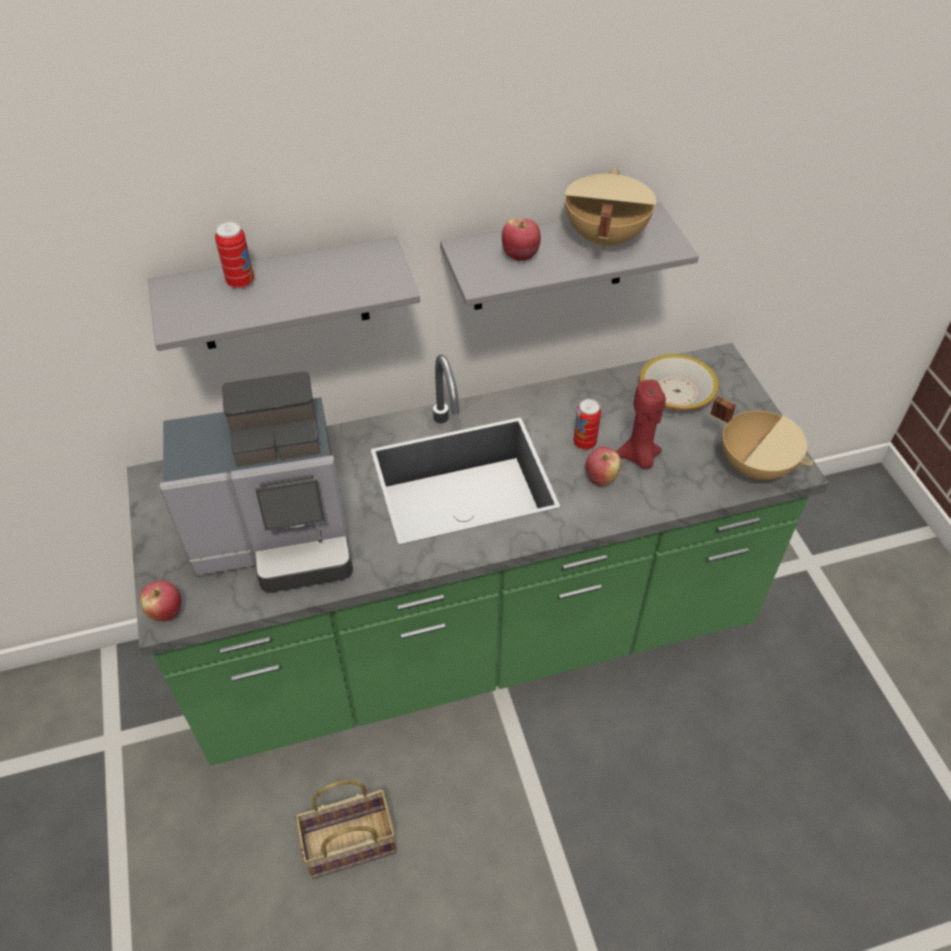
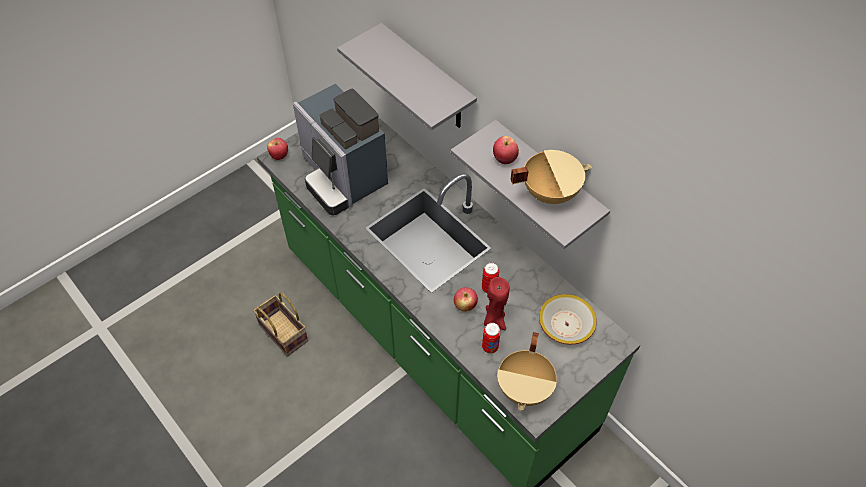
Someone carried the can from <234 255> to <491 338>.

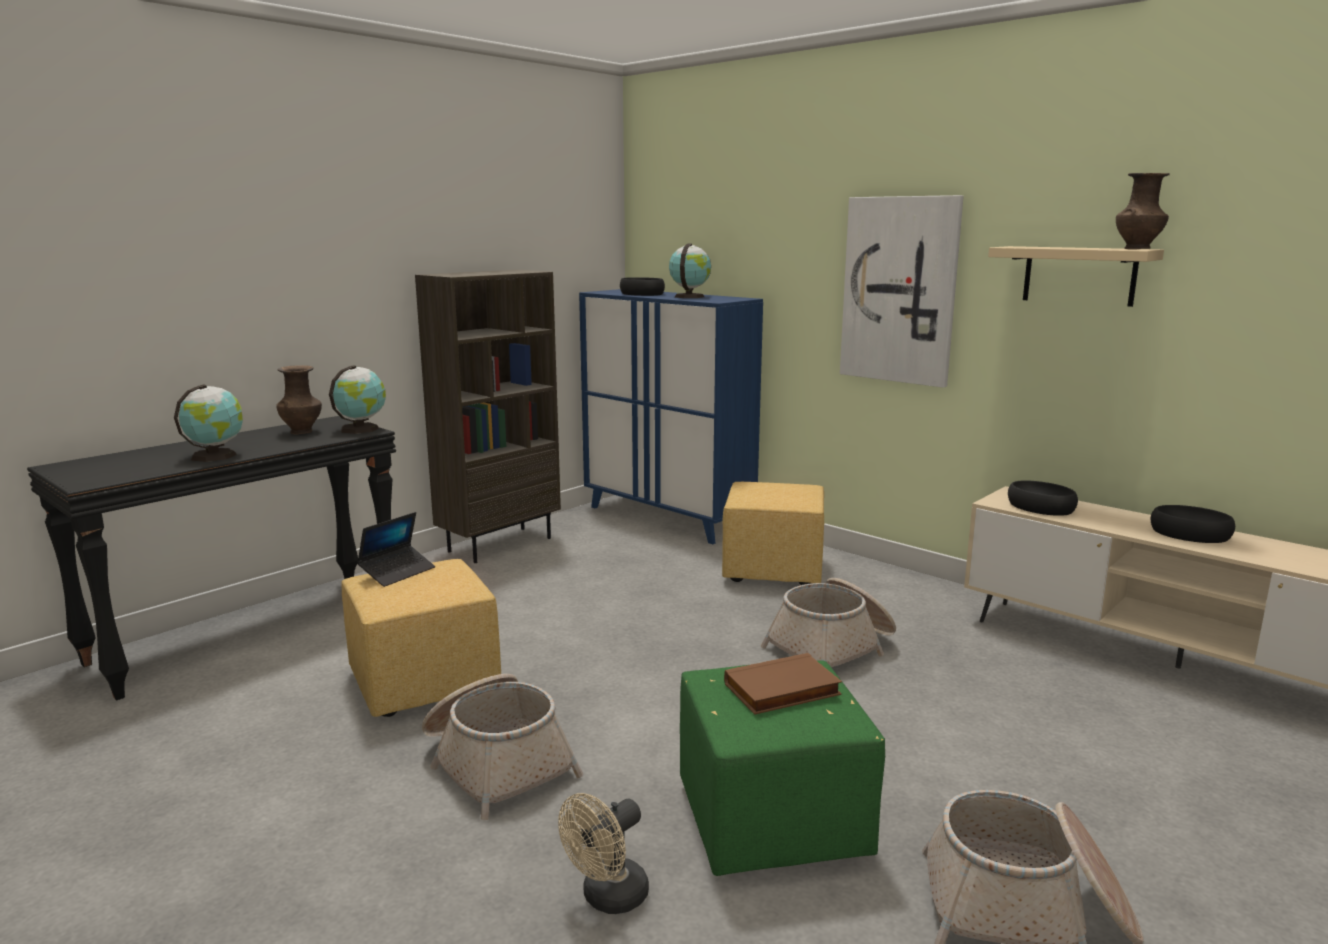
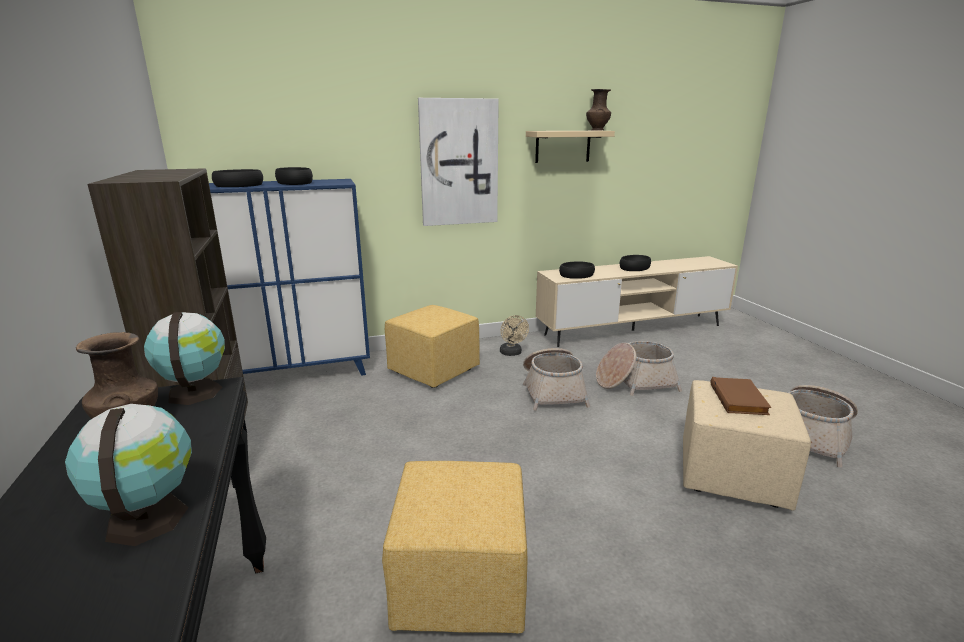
Someone swapped the globe at <690 270> for the black bowl at <294 176>.
Someone took away the laptop at <396 549>.
Someone repainted the green ottoman at <782 768>, which became the beige ottoman at <747 445>.
Someone carried the basket from <502 747> to <639 368>.
Someone carried the beige fan from <603 853> to <514 335>.

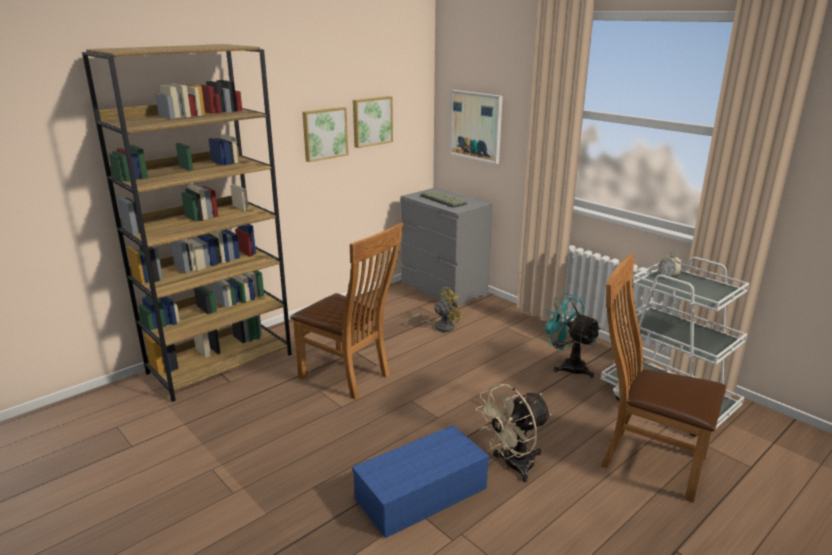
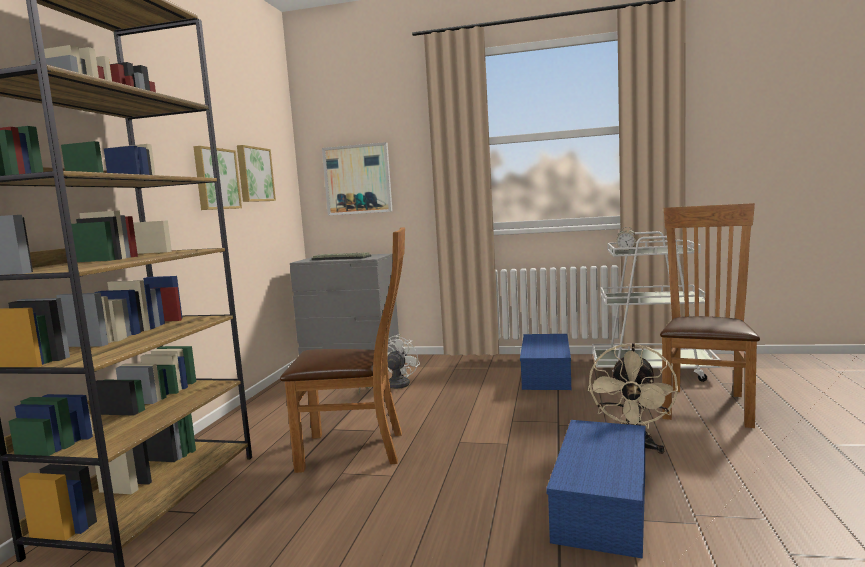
Someone rotated the brown chair at <663 378> by 120 degrees clockwise.
Someone repainted the yellow fan at <435 309>, which became the white fan at <389 363>.
Someone swapped the turquoise fan at <571 335> for the blue storage box at <545 362>.

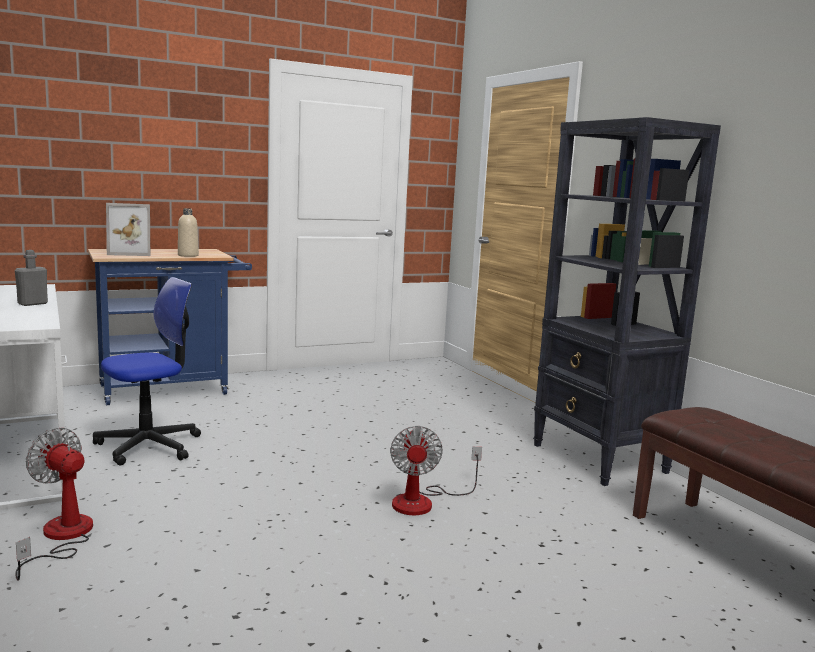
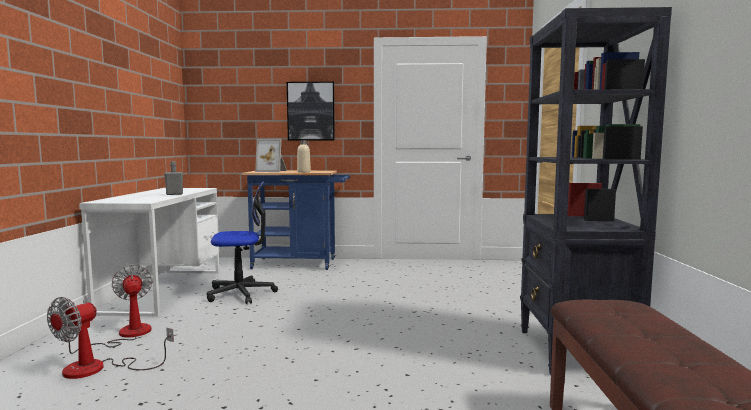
Someone carried the fan from <436 470> to <110 338>.
Someone put up the picture at <311 111>.

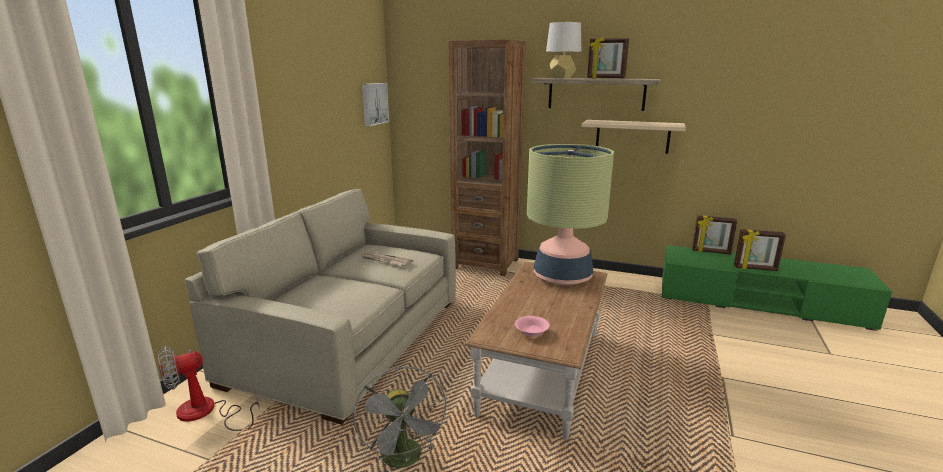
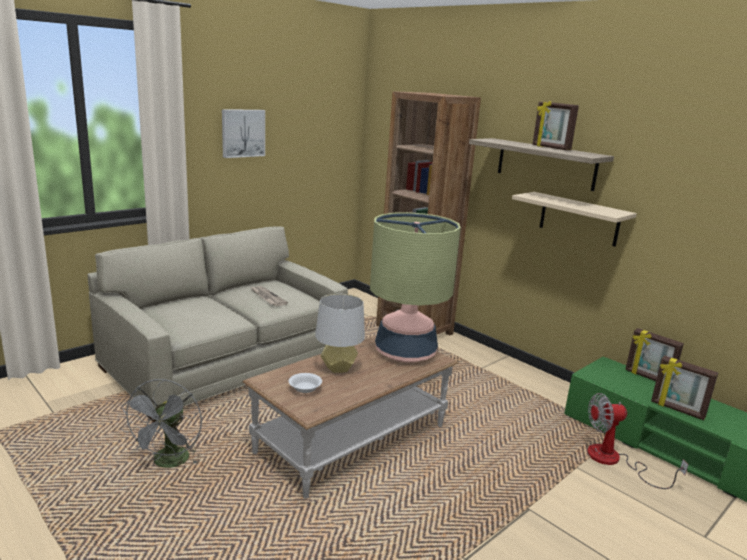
Someone carried the grey table lamp from <563 50> to <340 333>.
Someone carried the picture from <375 104> to <243 133>.
Someone repainted the pink bowl at <532 326>, which became the white bowl at <305 383>.
Someone carried the fan from <209 388> to <638 441>.

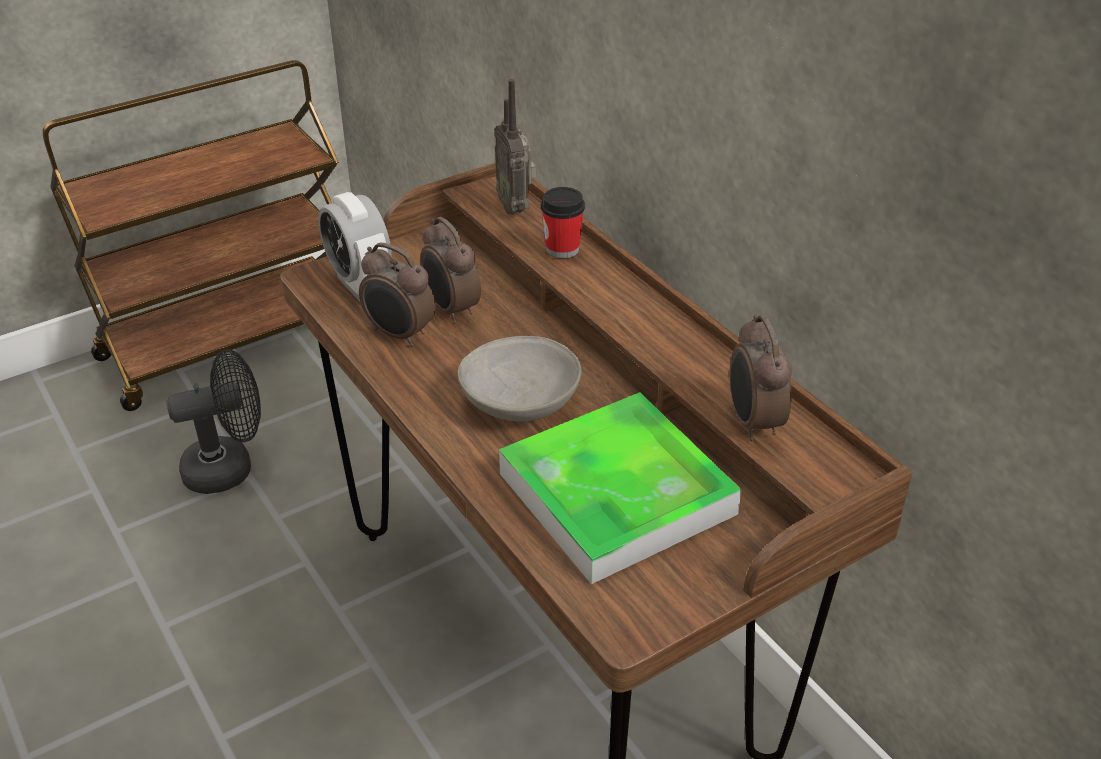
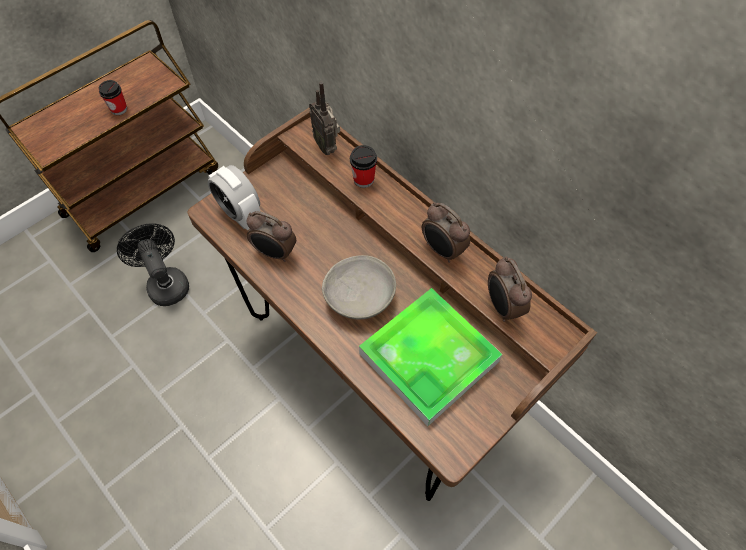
Someone carried the alarm clock from <450 270> to <446 232>.
Someone rotated the black fan at <213 421> by 90 degrees counterclockwise.
Someone put down the cup at <113 97>.

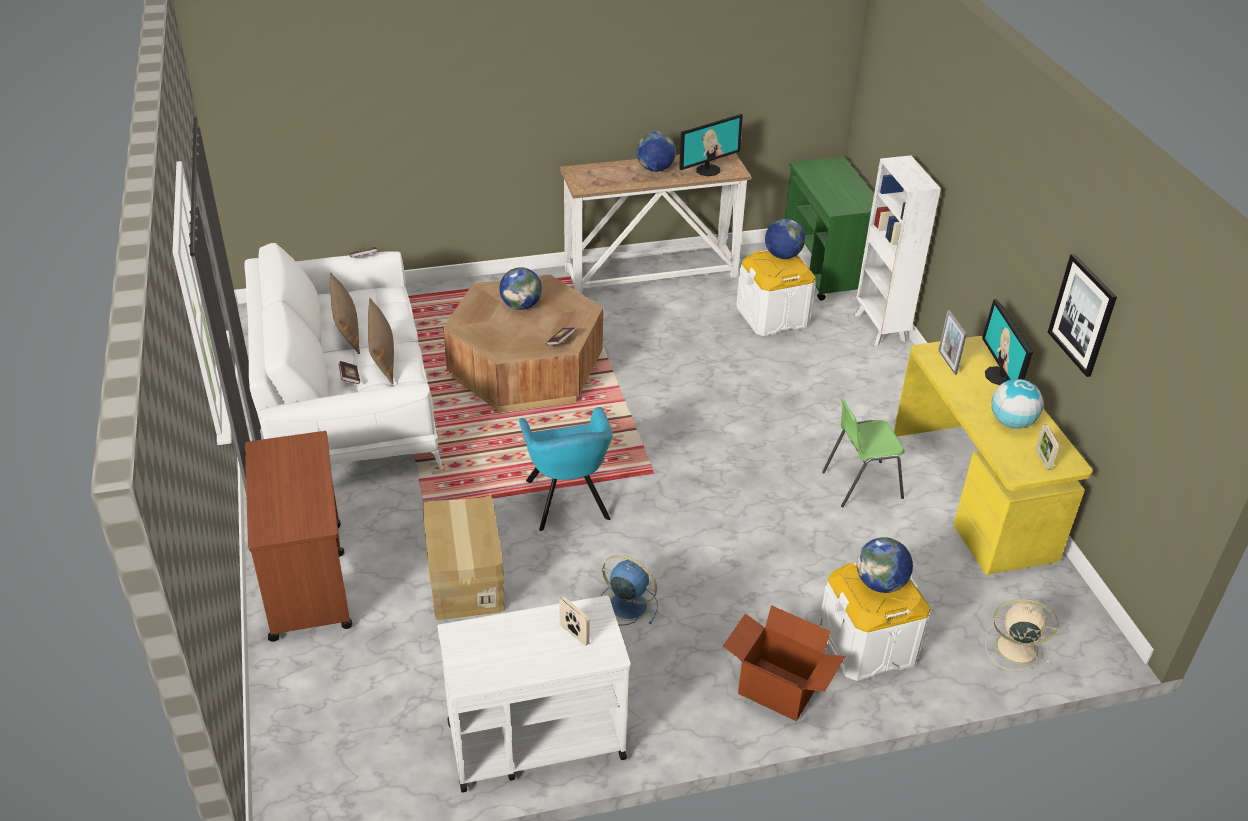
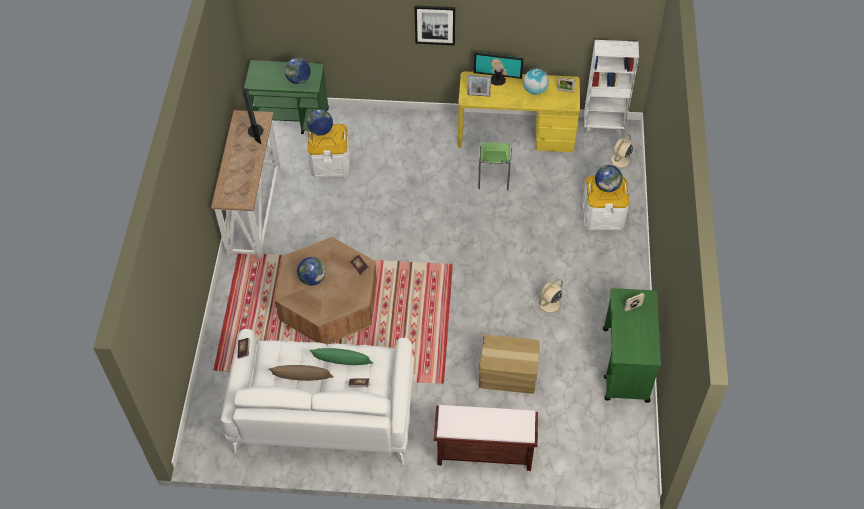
Someone carried the globe from <656 151> to <298 71>.
Someone carried the white bookcase from <897 250> to <611 88>.
Someone carried the picture from <1082 315> to <434 25>.
Someone repainted the brown pillow at <381 341>, which became the green pillow at <341 356>.
Someone took away the turquoise armchair at <566 469>.
Someone swapped the brown cart at <298 536> for the brown bench at <486 438>.
Someone repainted the blue fan at <629 590>, which became the beige fan at <549 299>.
Someone repainted the white cart at <534 693>, which became the green cart at <632 345>.
Someone took away the cardboard box at <784 663>.

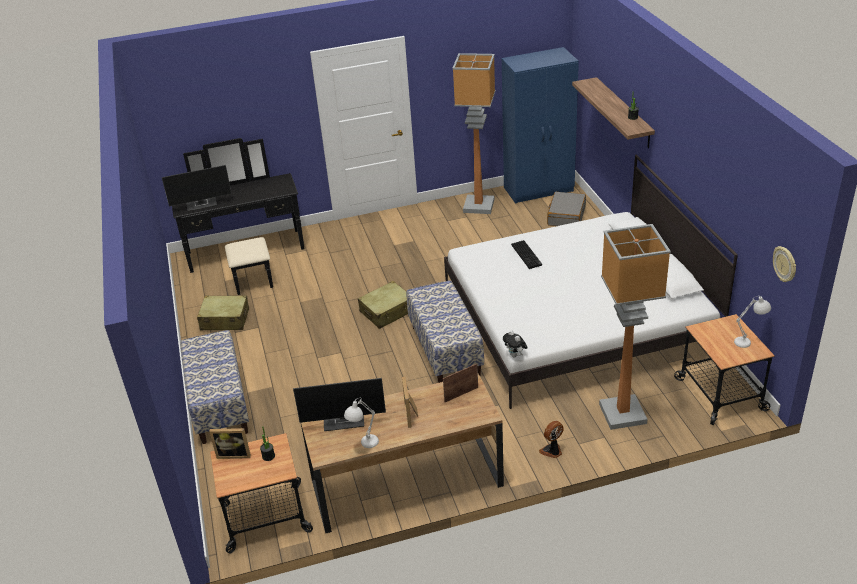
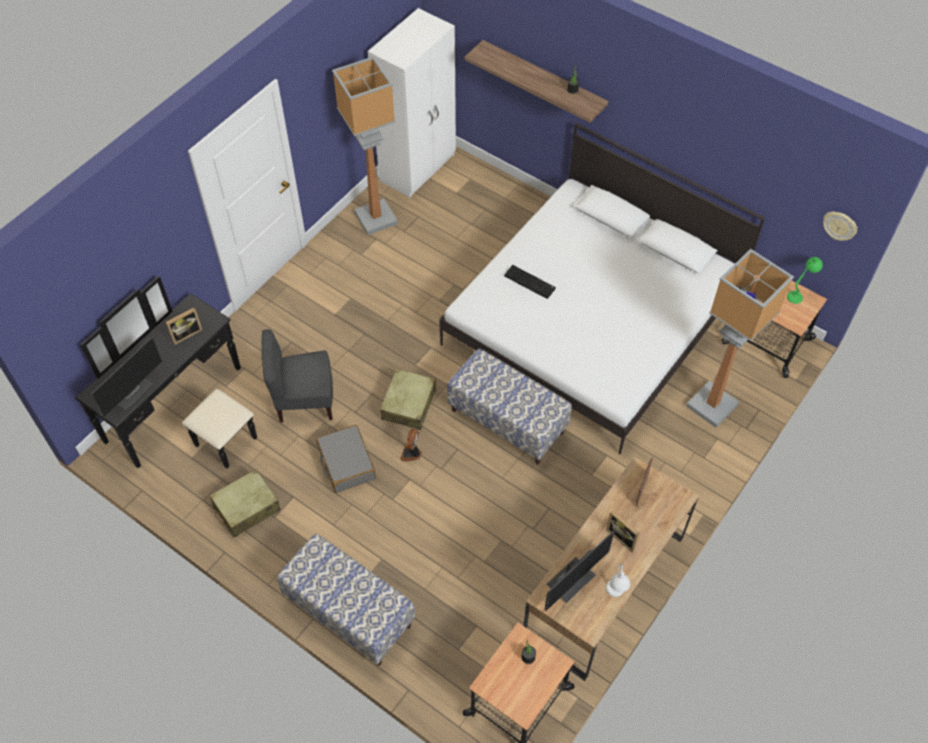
Someone repainted the blue wardrobe at <540 125>, which became the white wardrobe at <412 103>.
Someone carried the grey suitcase from <566 209> to <346 459>.
Someone repainted the white table lamp at <752 322>, which became the green table lamp at <805 280>.
Someone took away the plush toy at <515 344>.
Someone carried the fan from <551 439> to <411 445>.
Someone carried the picture frame from <230 443> to <184 326>.
Someone put down the grey chair at <297 376>.

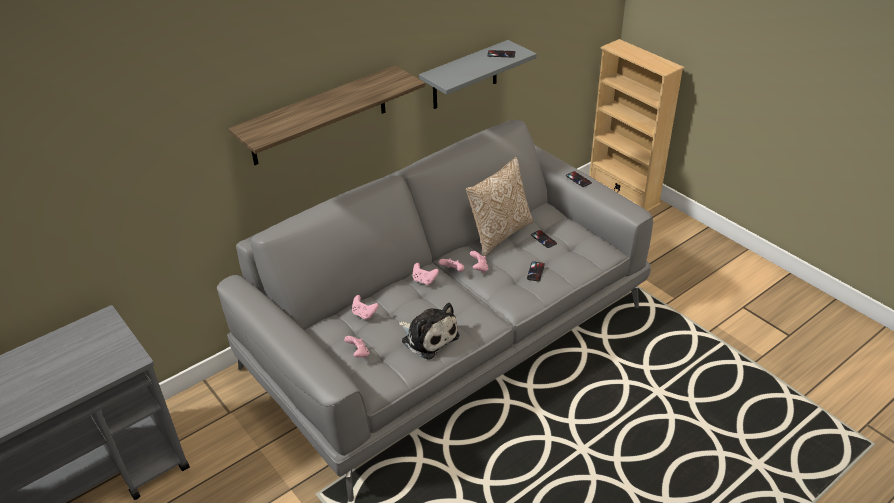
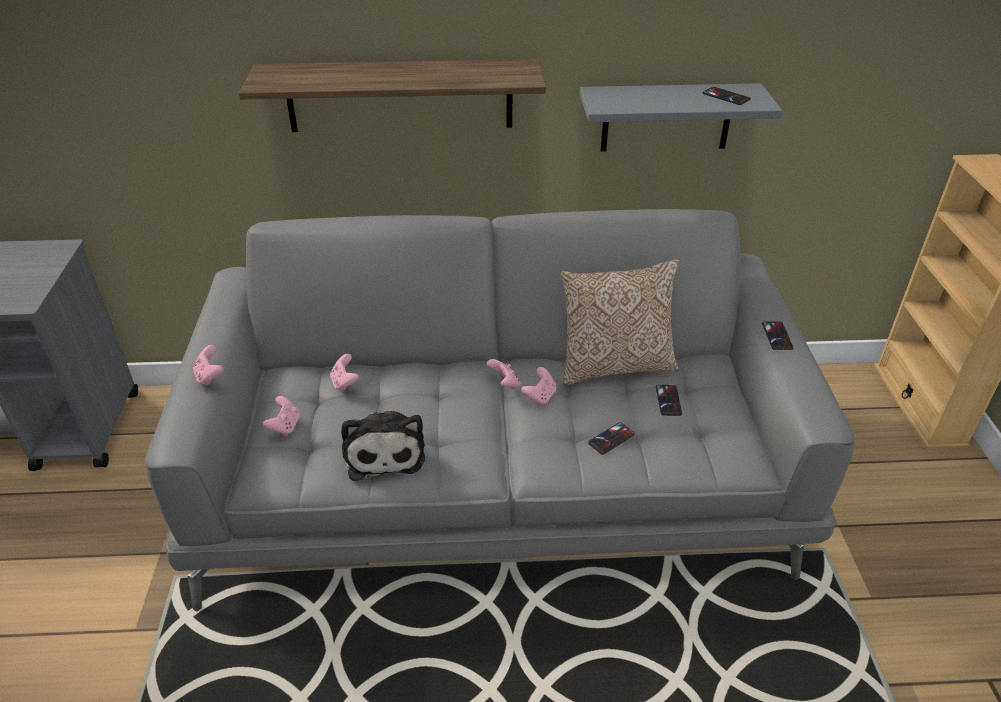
Someone carried the pink game controller from <426 274> to <208 365>.

